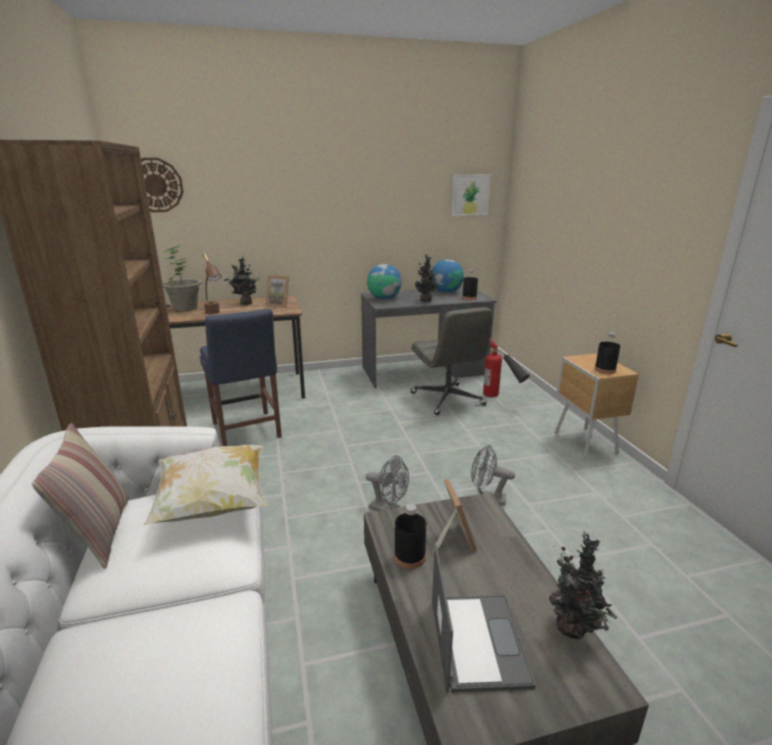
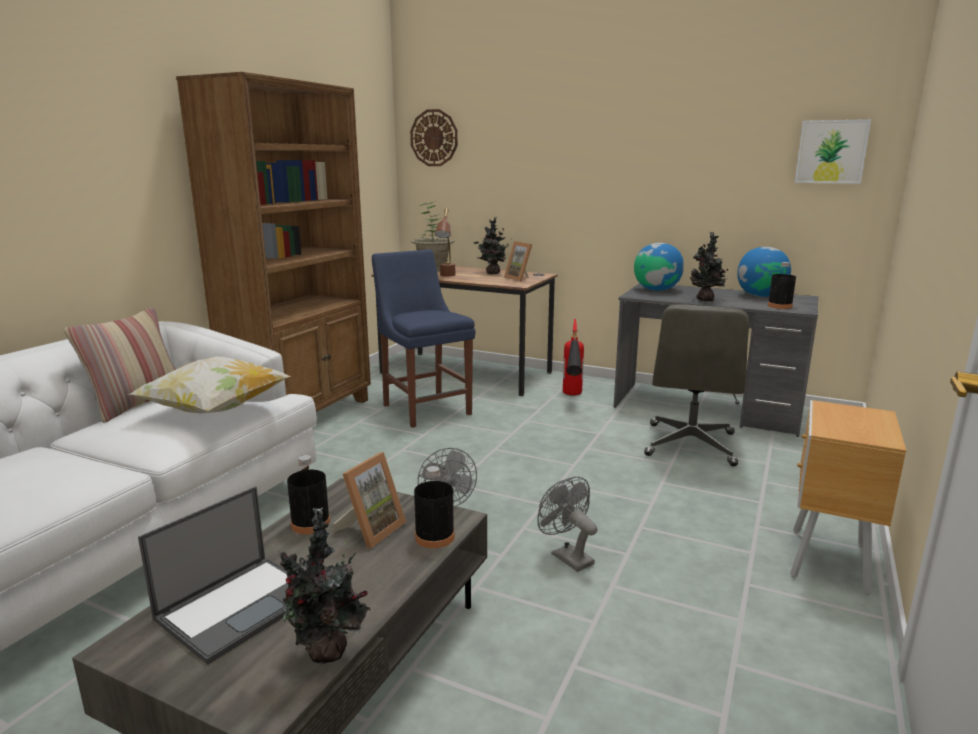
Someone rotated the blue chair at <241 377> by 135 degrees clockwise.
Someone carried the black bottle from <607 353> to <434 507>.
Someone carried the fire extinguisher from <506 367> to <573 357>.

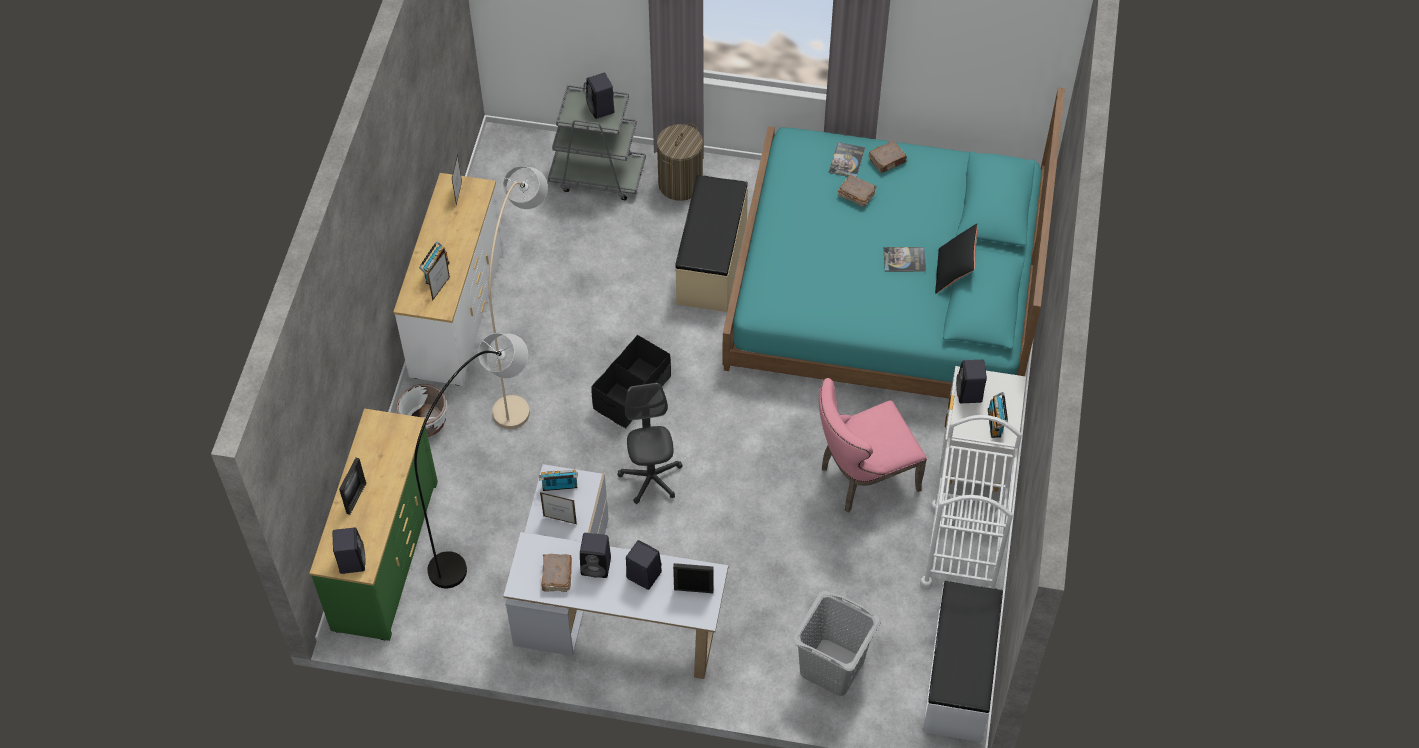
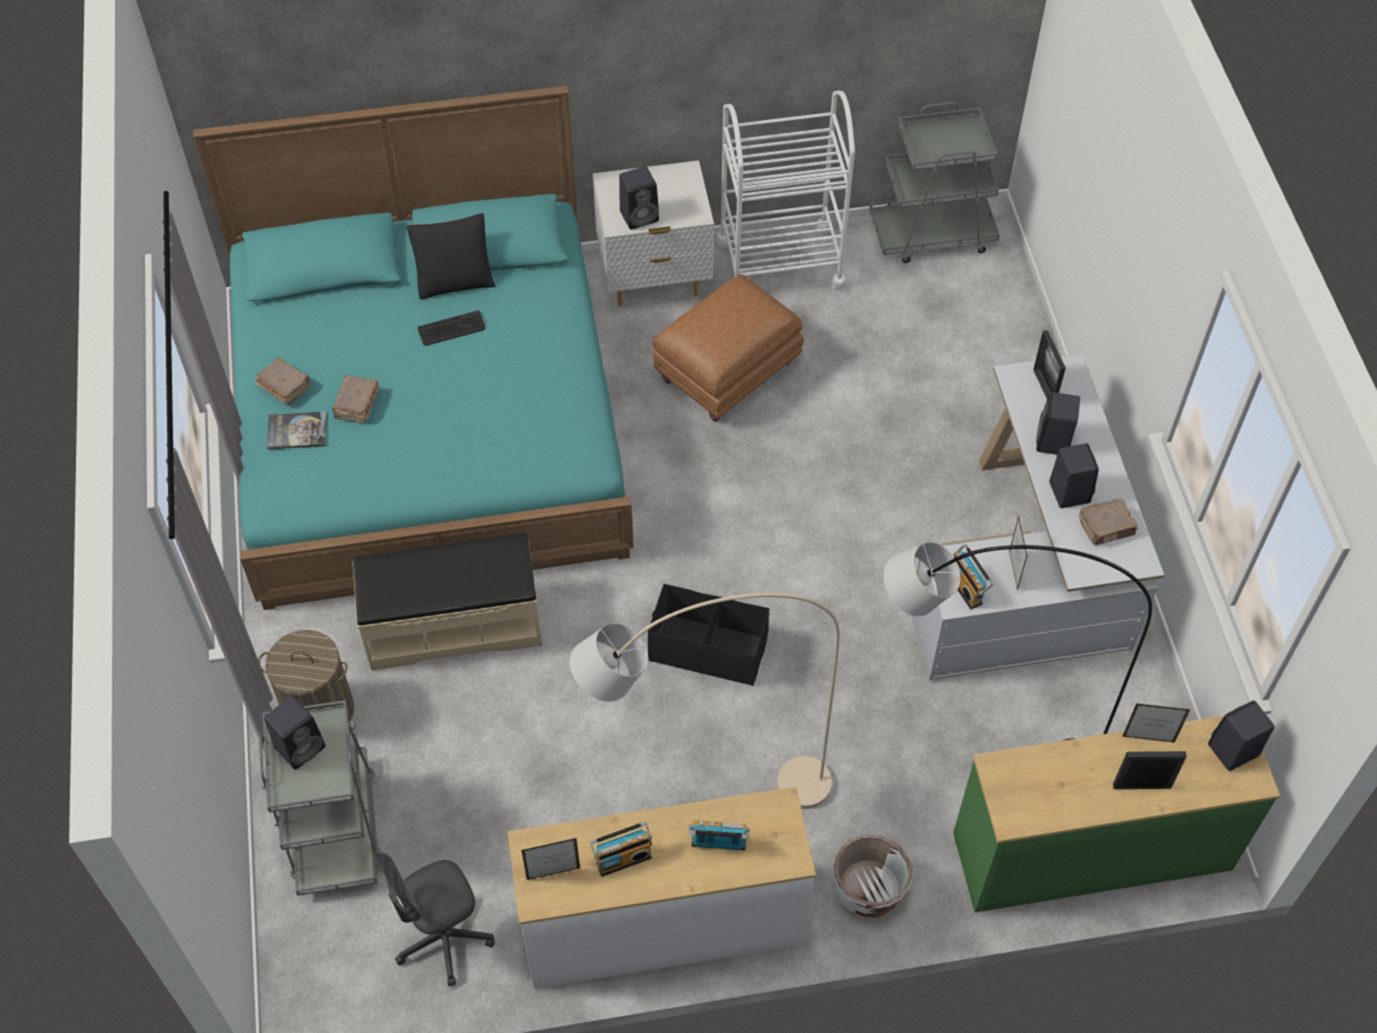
Someone swapped the book at <904 259> for the keyboard at <451 328>.
Someone carried the picture frame from <438 276> to <1156 723>.
Someone swapped the pink chair at <873 445> for the brown ottoman at <728 348>.
Someone carried the grey office chair from <650 443> to <435 919>.
Someone carried the radio from <998 415> to <621 849>.
Someone swapped the white bench at <962 661> for the grey cart at <934 182>.
Someone took away the grey laundry basket at <836 643>.

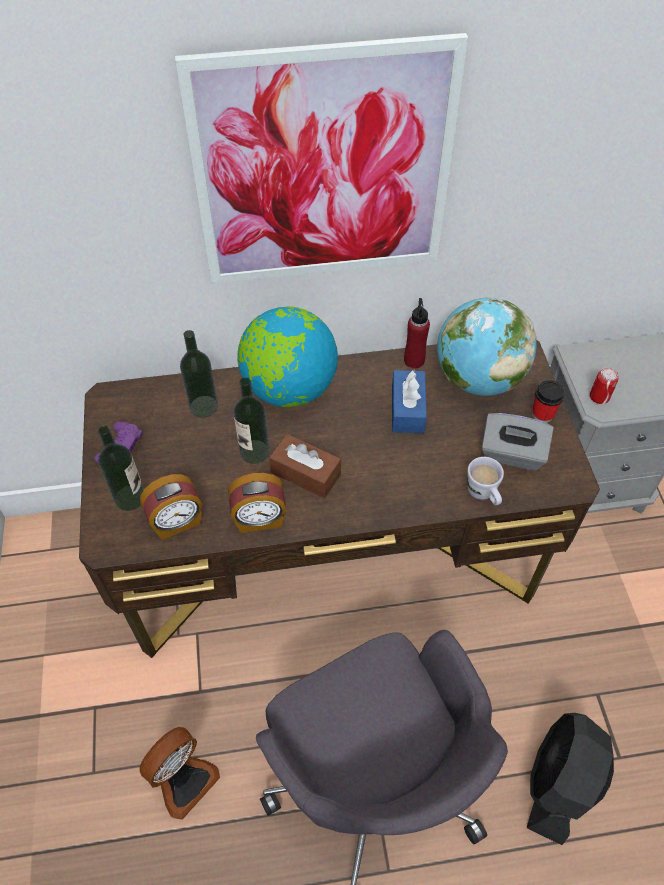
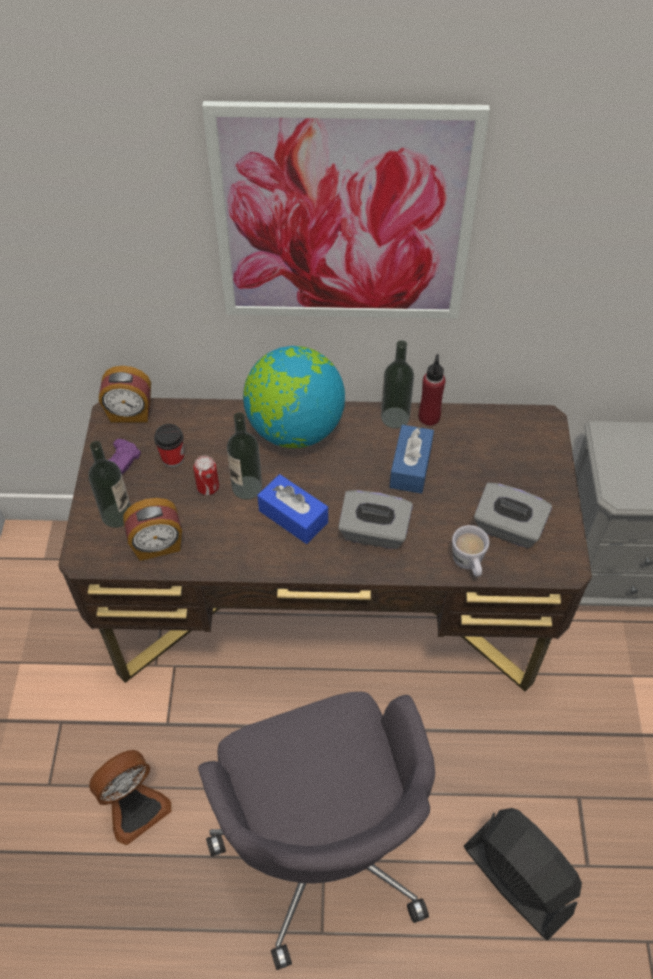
Someone took away the globe at <487 347>.
Someone carried the bottle from <199 374> to <397 384>.
Someone carried the can from <604 385> to <206 475>.
Someone carried the cup from <548 401> to <169 446>.
Someone repainted the brown tissue box at <305 466>, which became the blue tissue box at <292 509>.
Someone carried the alarm clock from <257 503> to <125 394>.
Someone rotated the black fan at <570 779> by 105 degrees clockwise.
Someone put down the grey tissue box at <375 519>.

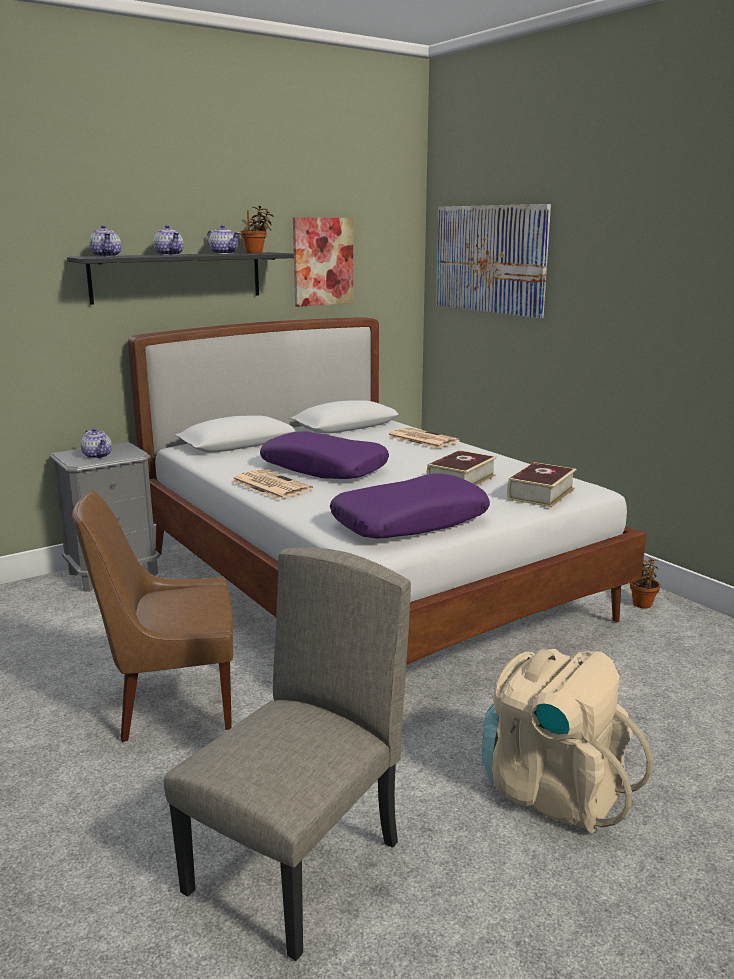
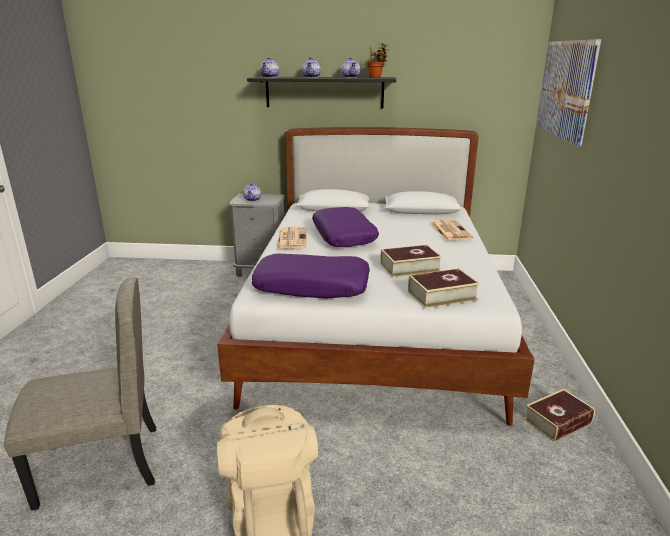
Someone took away the picture at <323 262>.
Someone took away the brown chair at <152 616>.
Someone swapped the potted plant at <645 582> for the book at <559 415>.

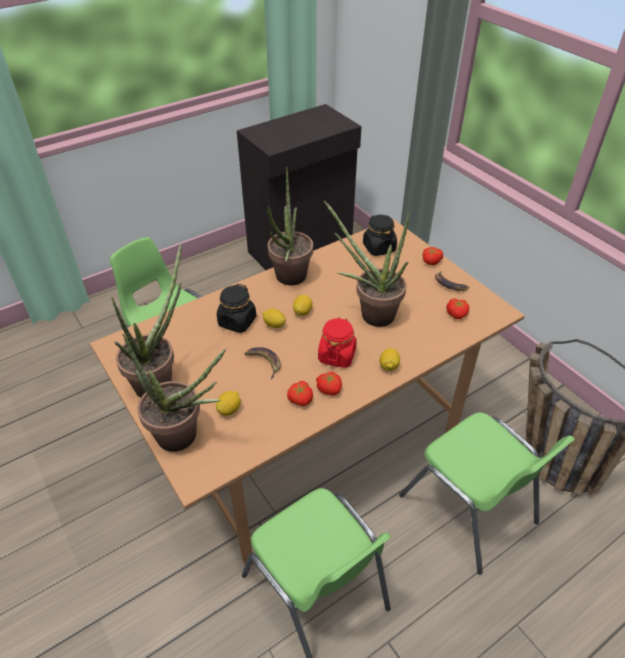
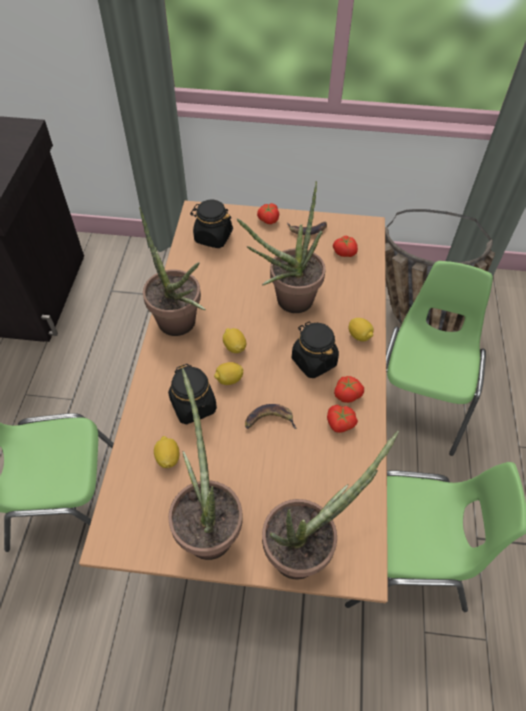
Someone repainted the red jar at <337 342>, which became the black jar at <315 349>.
Someone carried the lemon from <228 403> to <166 452>.
Someone rotated the green chair at <487 493> by 75 degrees counterclockwise.

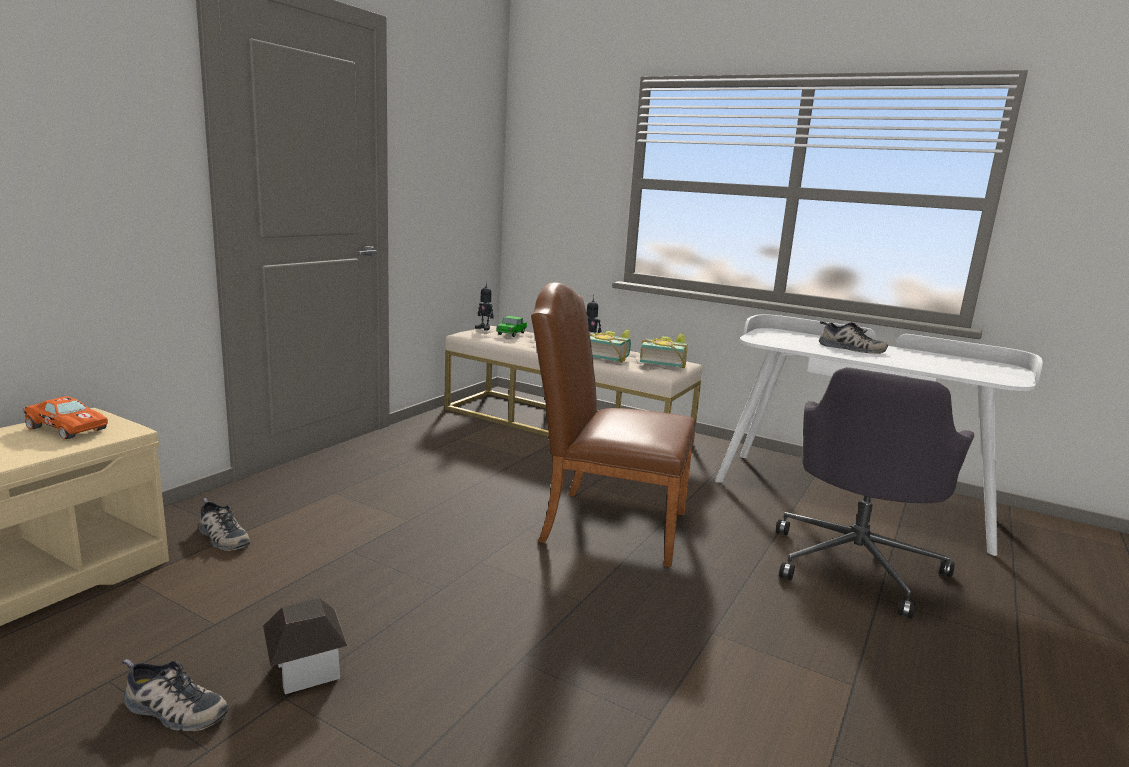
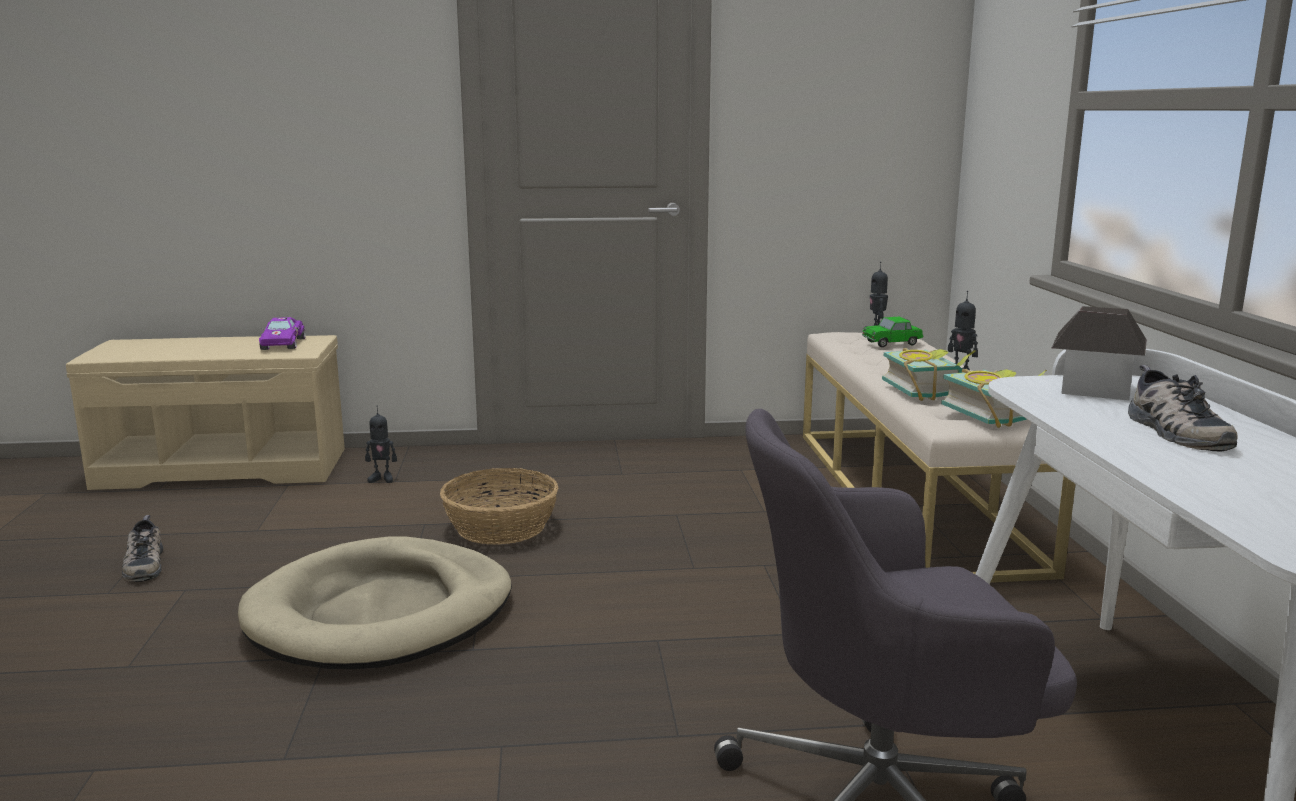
Someone took away the brown chair at <613 425>.
Someone repainted the orange toy car at <65 417>, which became the purple toy car at <282 333>.
Someone swapped the shoe at <224 524> for the toy robot at <381 444>.
Someone carried the toy house from <305 646> to <1099 353>.
Someone put down the basket at <499 506>.
Someone put down the beige dog bed at <375 602>.

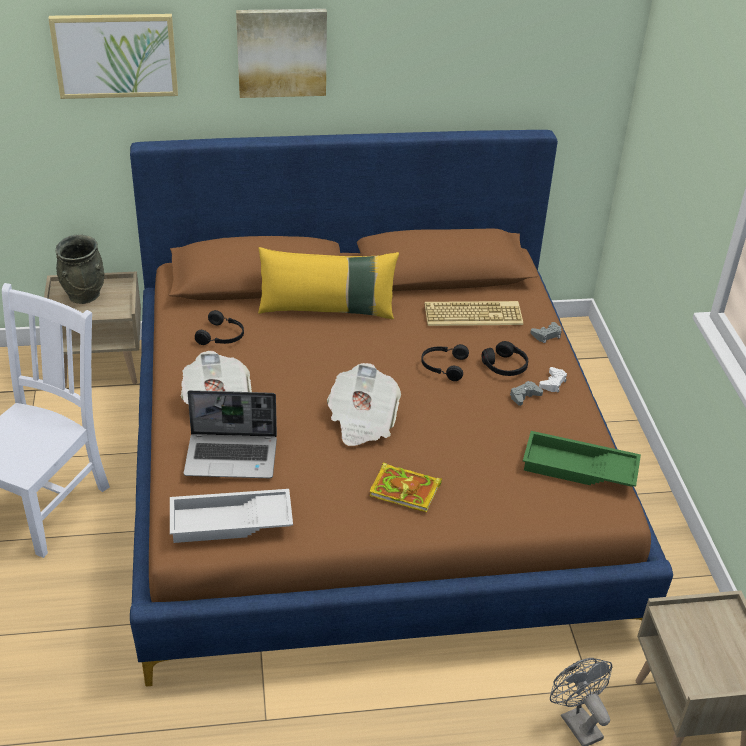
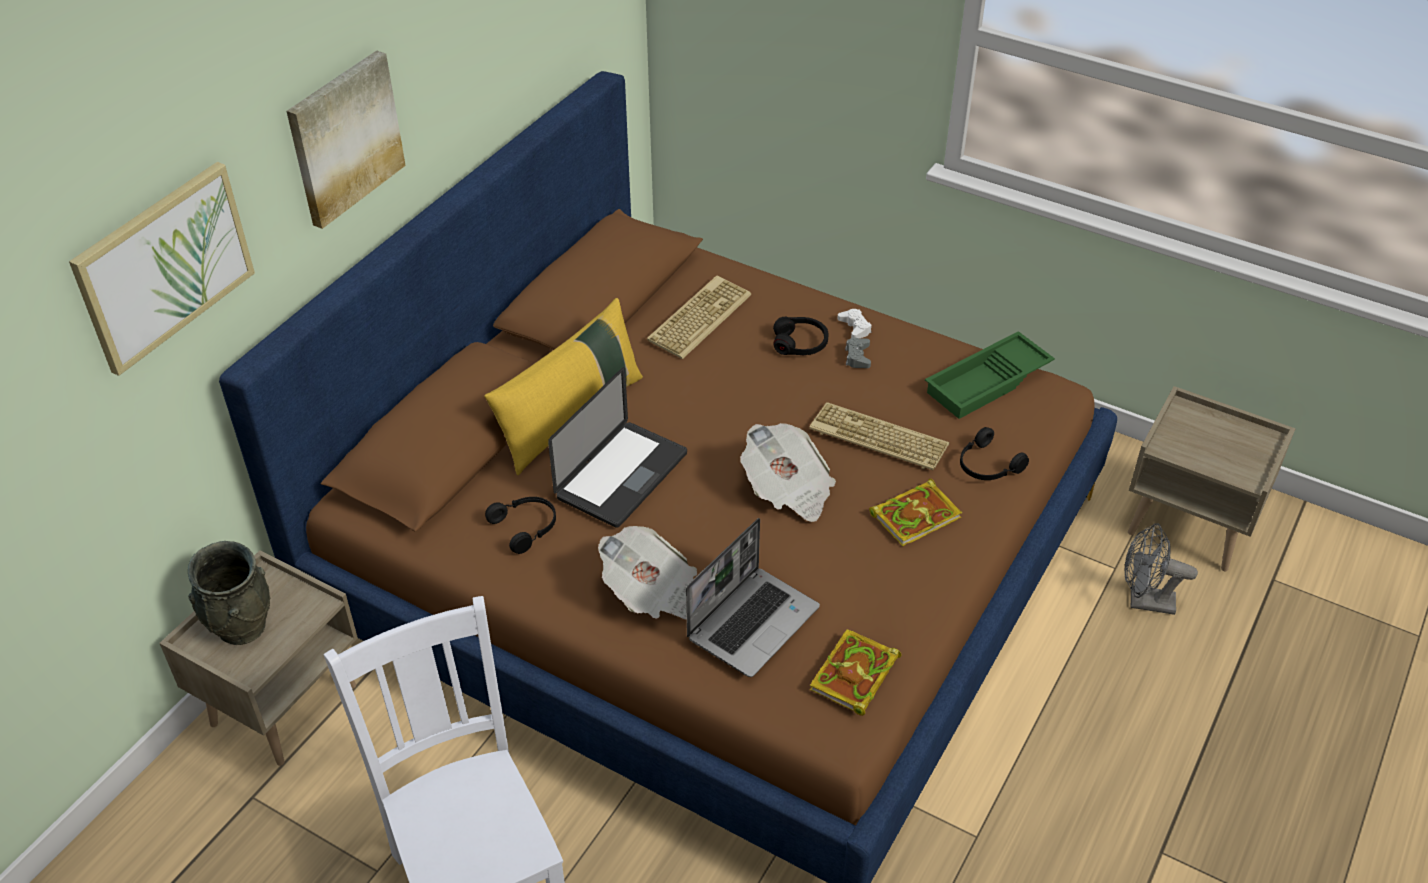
Someone took away the grey game controller at <546 332>.
Someone carried the black headphones from <445 362> to <994 453>.
Someone swapped the white tray at <231 516> for the book at <855 672>.
Someone put down the laptop at <617 447>.
Someone put down the keyboard at <879 436>.

